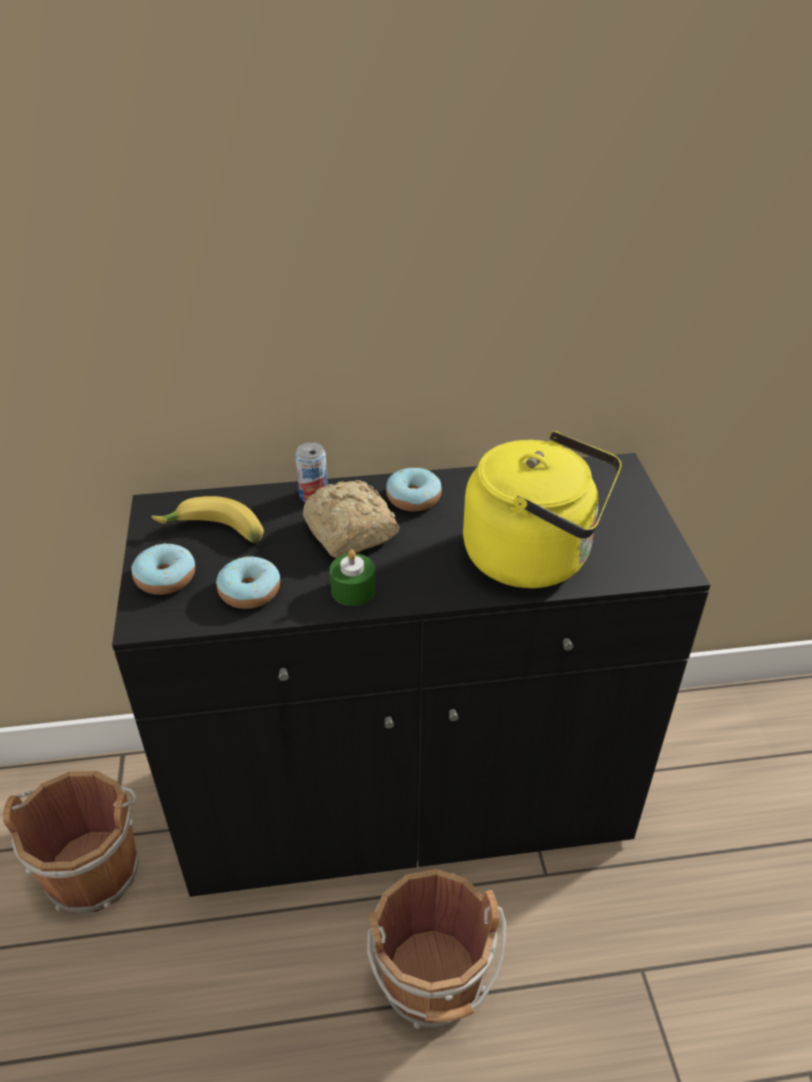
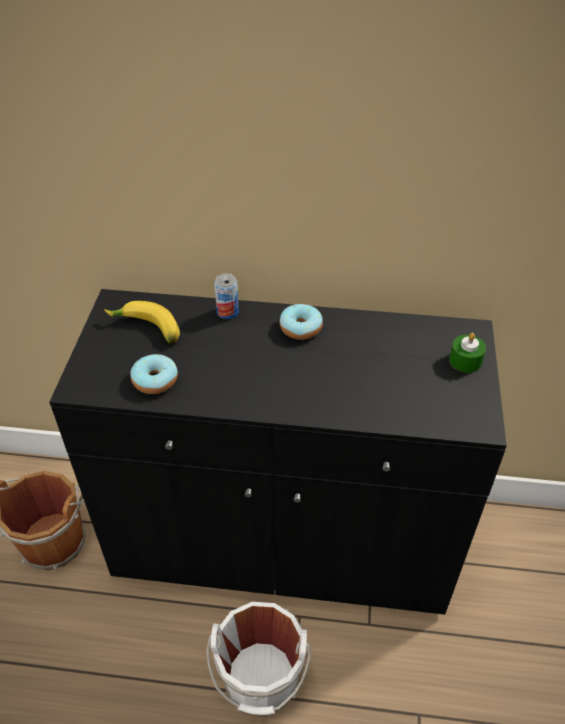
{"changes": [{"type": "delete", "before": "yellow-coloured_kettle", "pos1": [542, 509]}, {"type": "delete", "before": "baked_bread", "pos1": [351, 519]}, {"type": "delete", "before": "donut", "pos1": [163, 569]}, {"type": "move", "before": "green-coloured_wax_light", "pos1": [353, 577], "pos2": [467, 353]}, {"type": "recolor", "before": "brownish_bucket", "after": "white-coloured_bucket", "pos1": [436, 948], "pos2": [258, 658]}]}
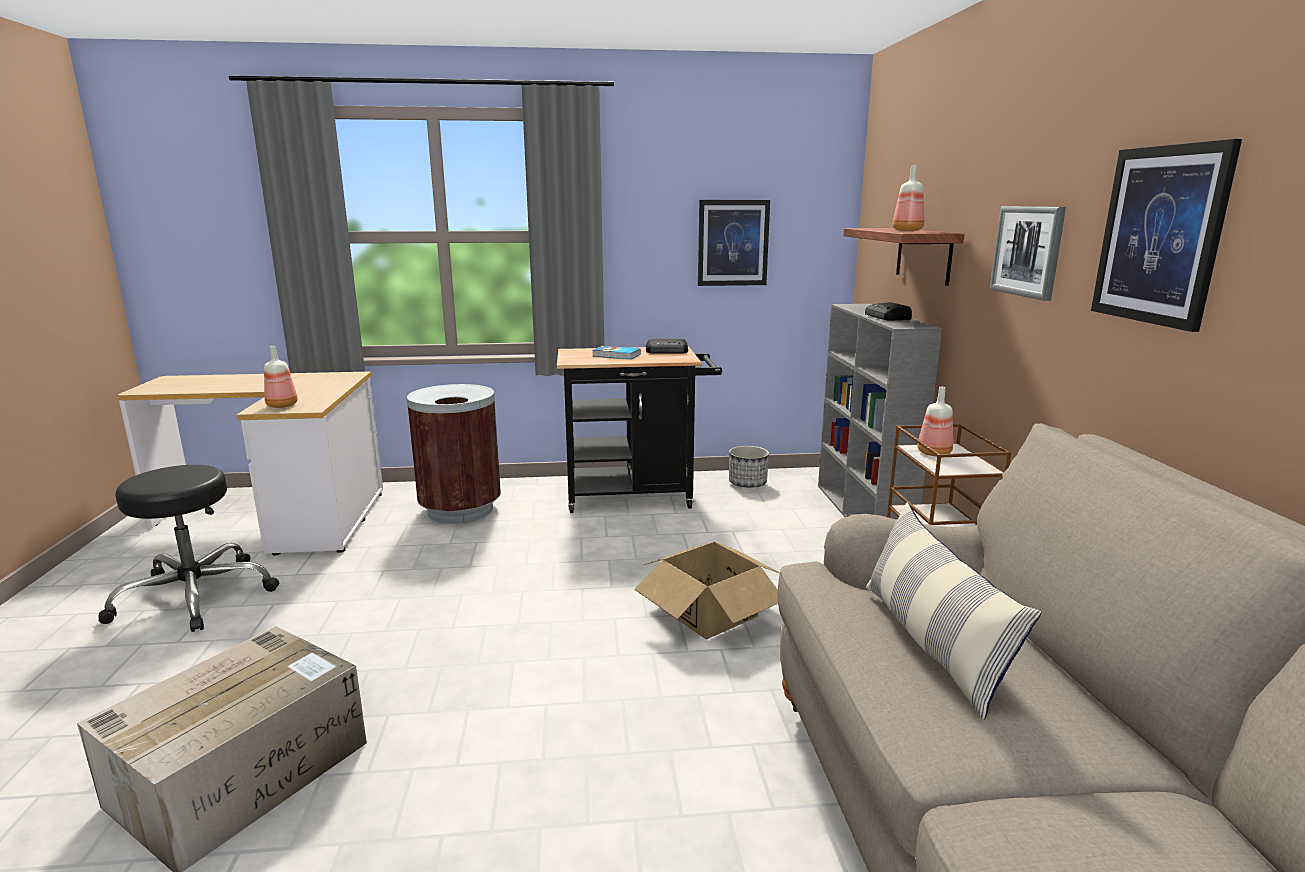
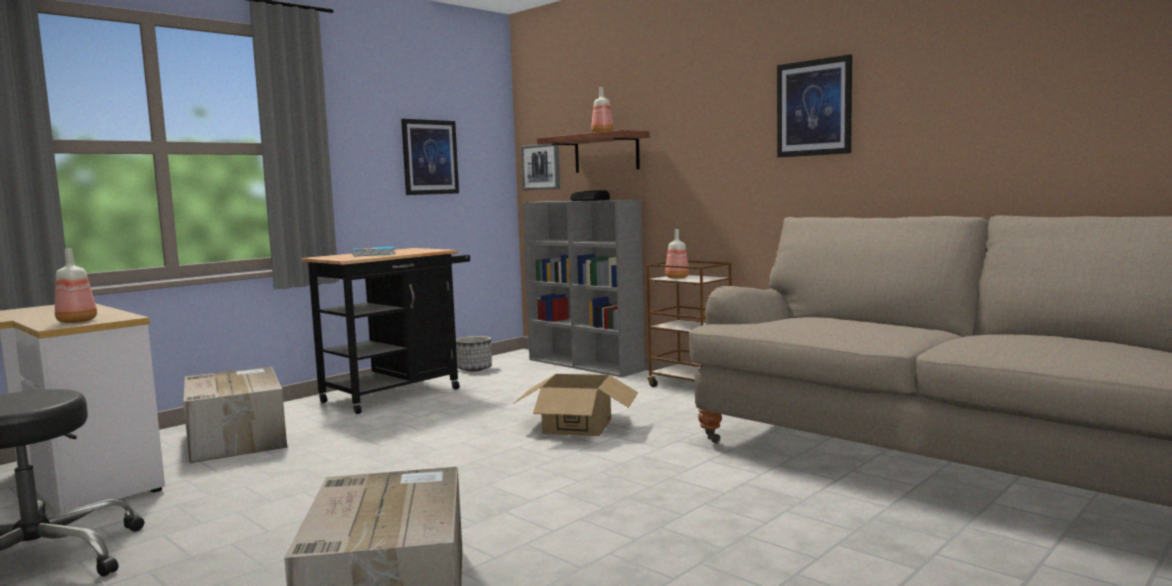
{"changes": [{"type": "move", "before": "picture", "pos1": [1028, 253], "pos2": [540, 167]}, {"type": "delete", "before": "radio", "pos1": [667, 346]}, {"type": "replace", "before": "brownish_trash_can", "after": "packing_box", "pos1": [454, 454], "pos2": [235, 414]}, {"type": "delete", "before": "throw_pillow", "pos1": [954, 611]}]}
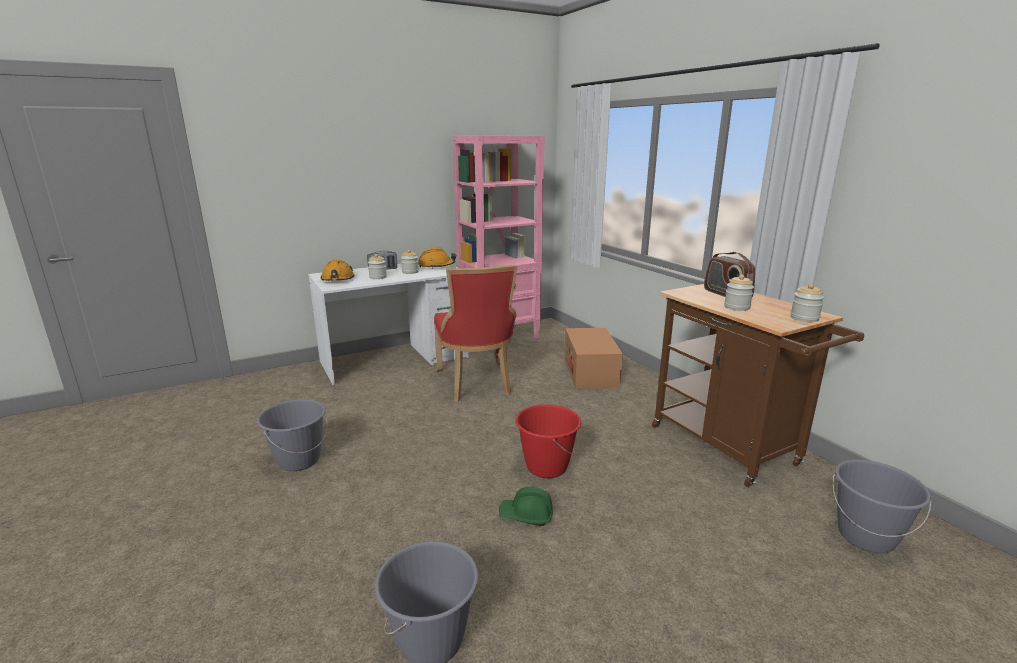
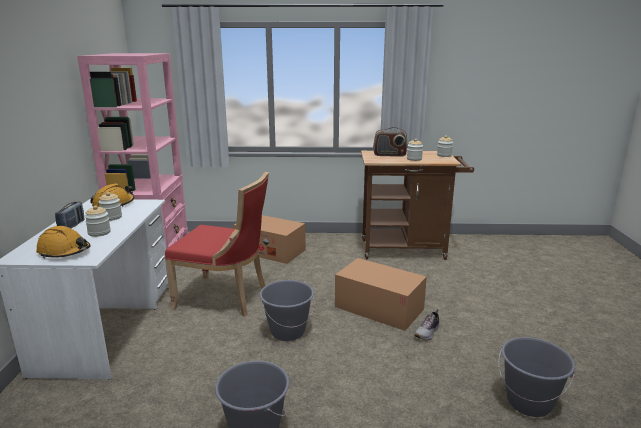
{"changes": [{"type": "replace", "before": "reddish_bucket", "after": "packing_box", "pos1": [548, 441], "pos2": [381, 294]}, {"type": "move", "before": "gray_bucket", "pos1": [881, 506], "pos2": [287, 310]}, {"type": "replace", "before": "green-coloured_hard_hat", "after": "shoe", "pos1": [526, 506], "pos2": [427, 324]}]}
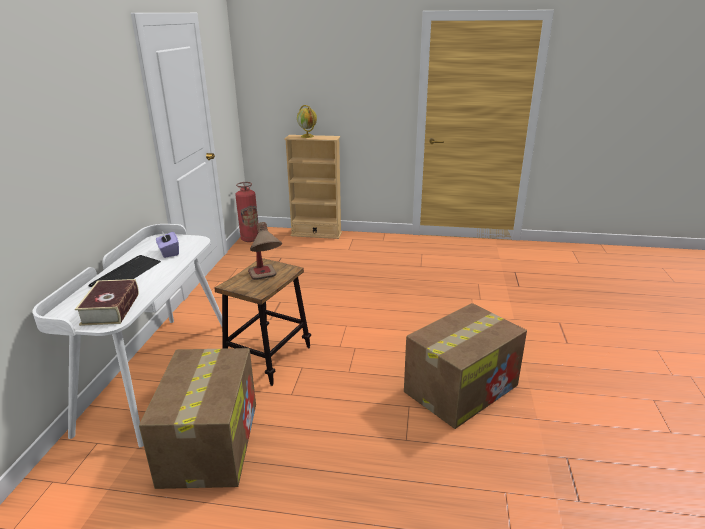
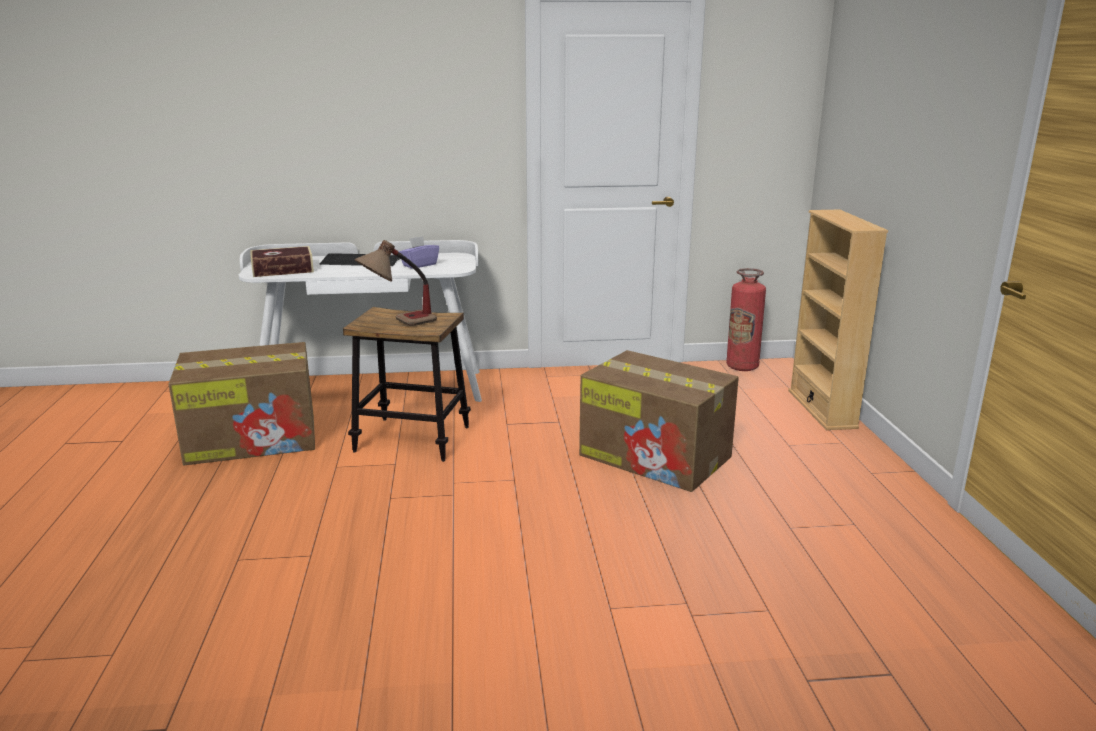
{"changes": [{"type": "delete", "before": "desk_globe", "pos1": [307, 121]}, {"type": "move", "before": "packing_box", "pos1": [465, 366], "pos2": [659, 421]}]}
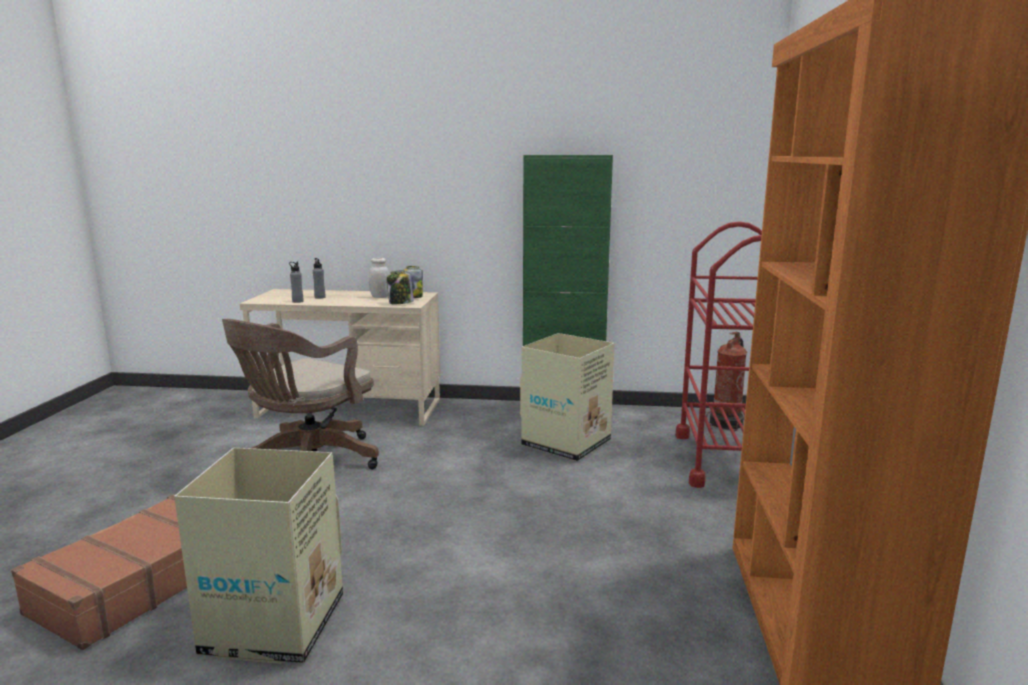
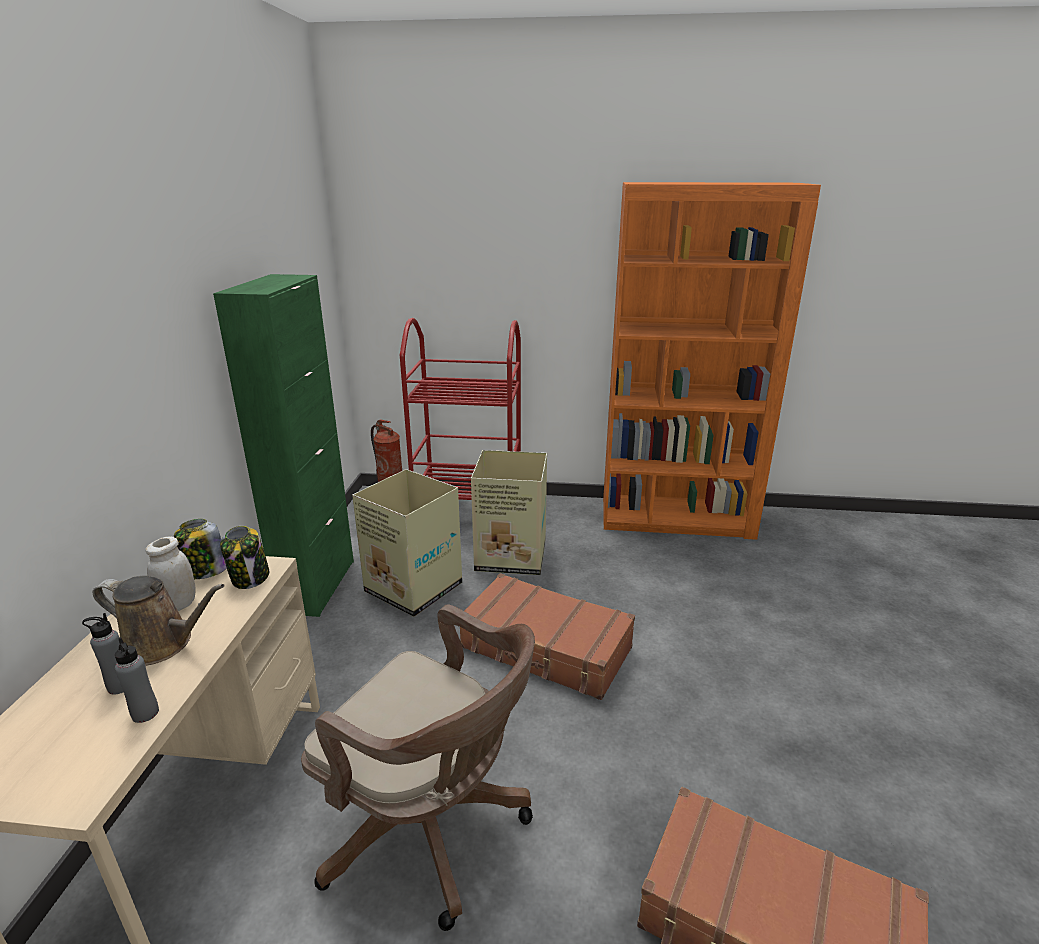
{"changes": [{"type": "move", "before": "packing_box", "pos1": [258, 556], "pos2": [509, 512]}, {"type": "insert", "after": "brownish_piece_of_luggage", "pos2": [547, 636]}, {"type": "insert", "after": "brownish_watering_can", "pos2": [159, 621]}]}
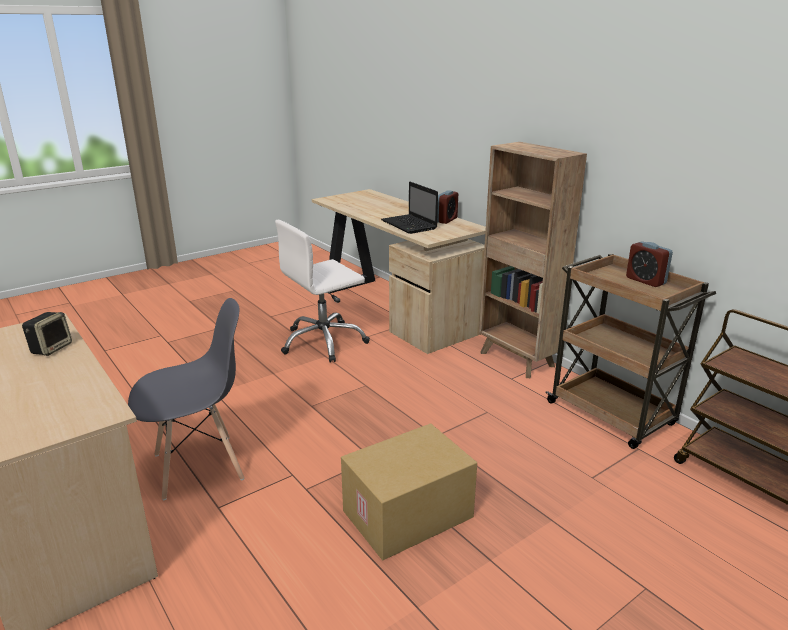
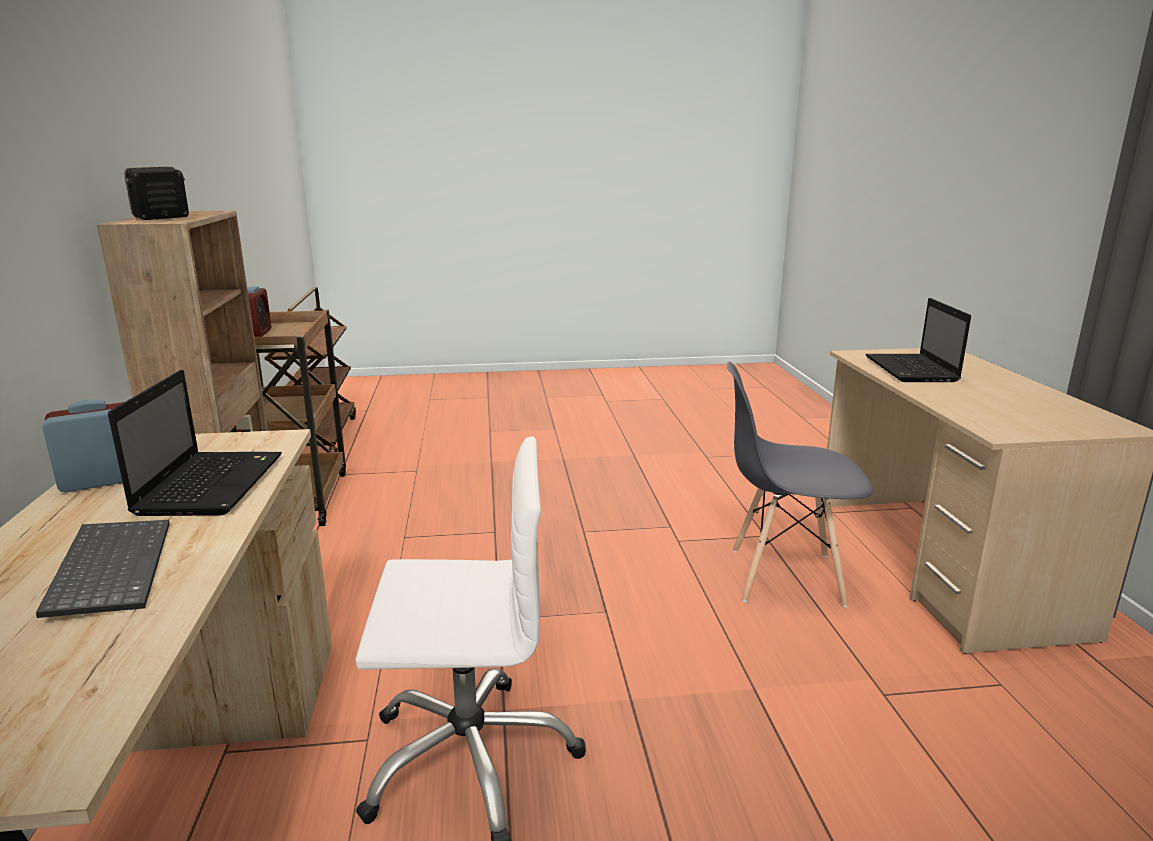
{"changes": [{"type": "move", "before": "loudspeaker", "pos1": [47, 334], "pos2": [156, 193]}, {"type": "delete", "before": "packing_box", "pos1": [409, 492]}, {"type": "insert", "after": "laptop", "pos2": [918, 340]}, {"type": "insert", "after": "computer_keyboard", "pos2": [103, 569]}]}
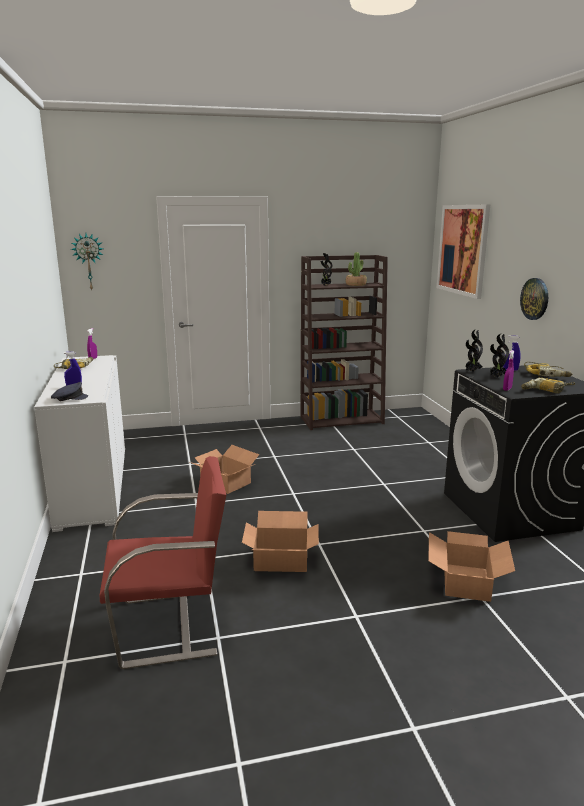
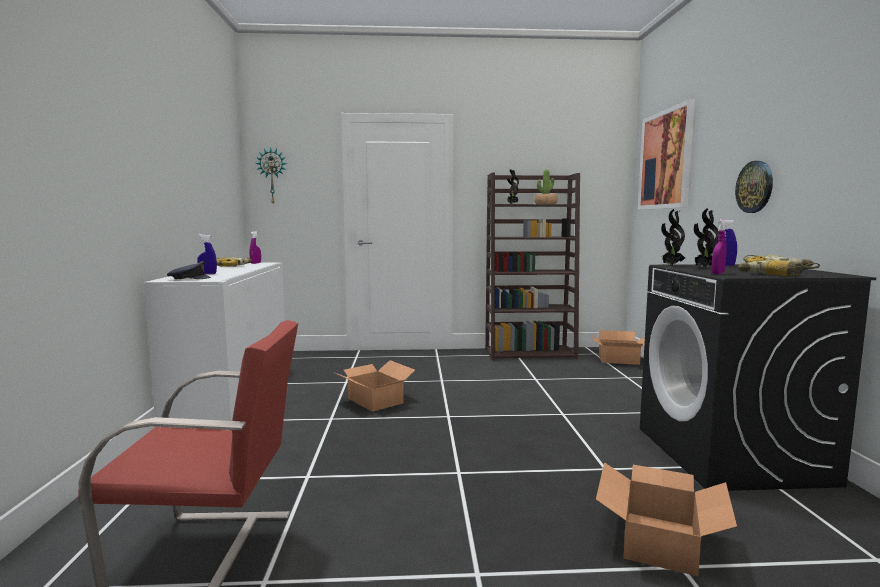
{"changes": [{"type": "move", "before": "packing_box", "pos1": [280, 541], "pos2": [618, 347]}]}
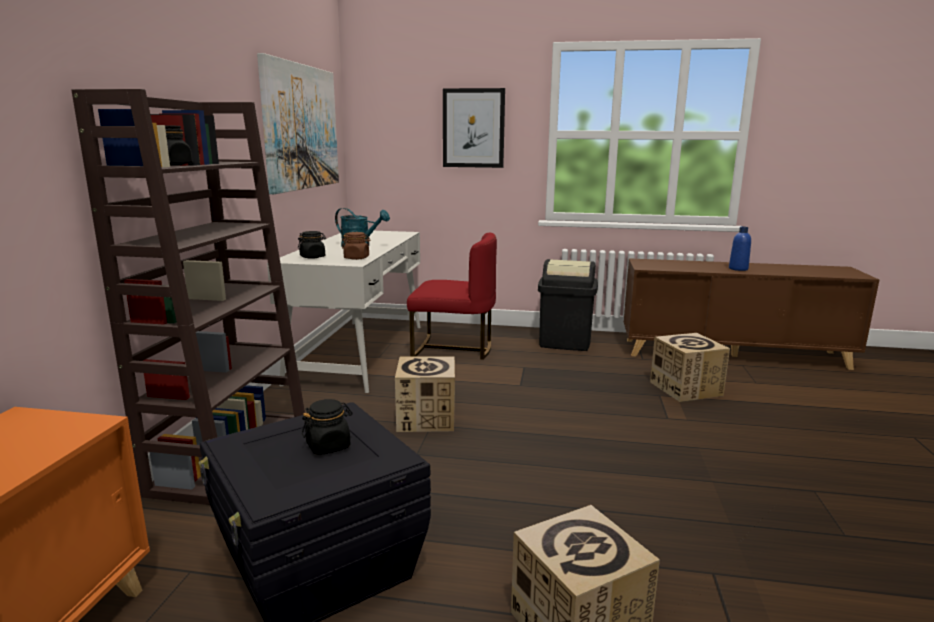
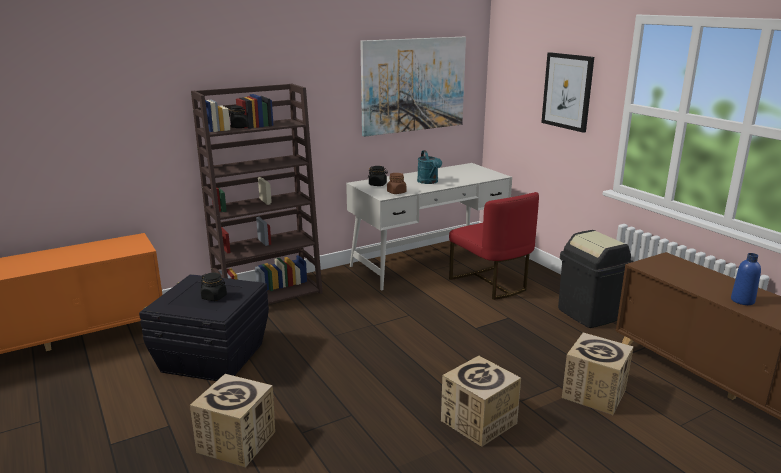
{"changes": [{"type": "move", "before": "packing_box", "pos1": [425, 394], "pos2": [481, 401]}]}
